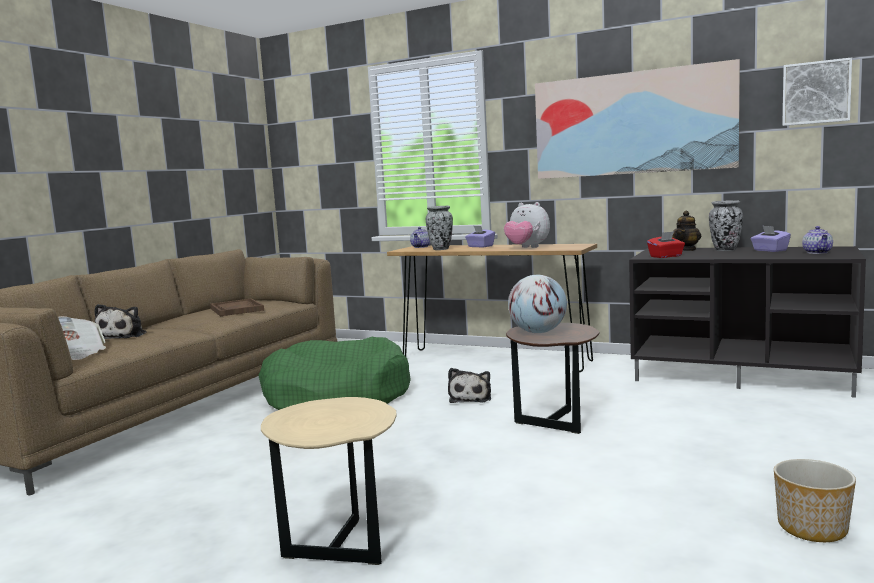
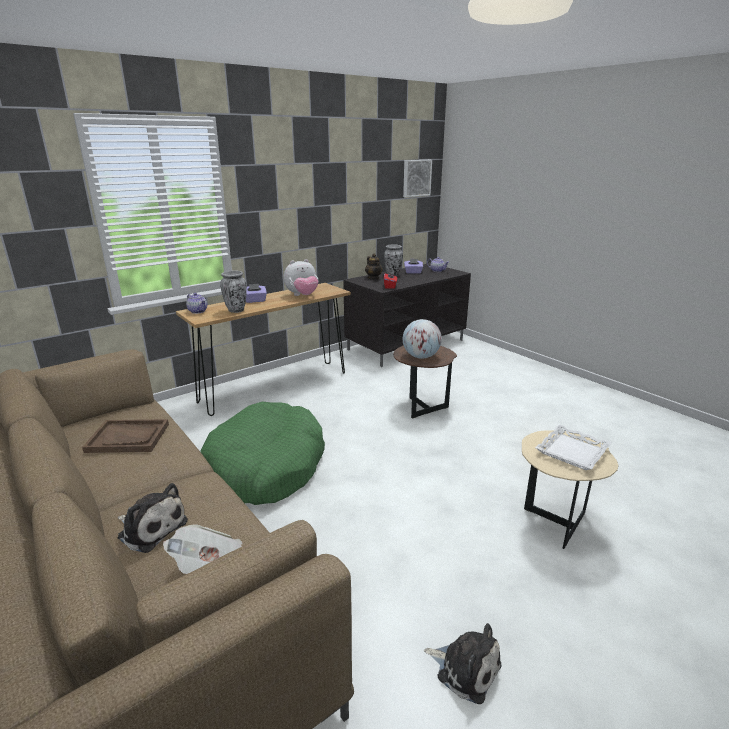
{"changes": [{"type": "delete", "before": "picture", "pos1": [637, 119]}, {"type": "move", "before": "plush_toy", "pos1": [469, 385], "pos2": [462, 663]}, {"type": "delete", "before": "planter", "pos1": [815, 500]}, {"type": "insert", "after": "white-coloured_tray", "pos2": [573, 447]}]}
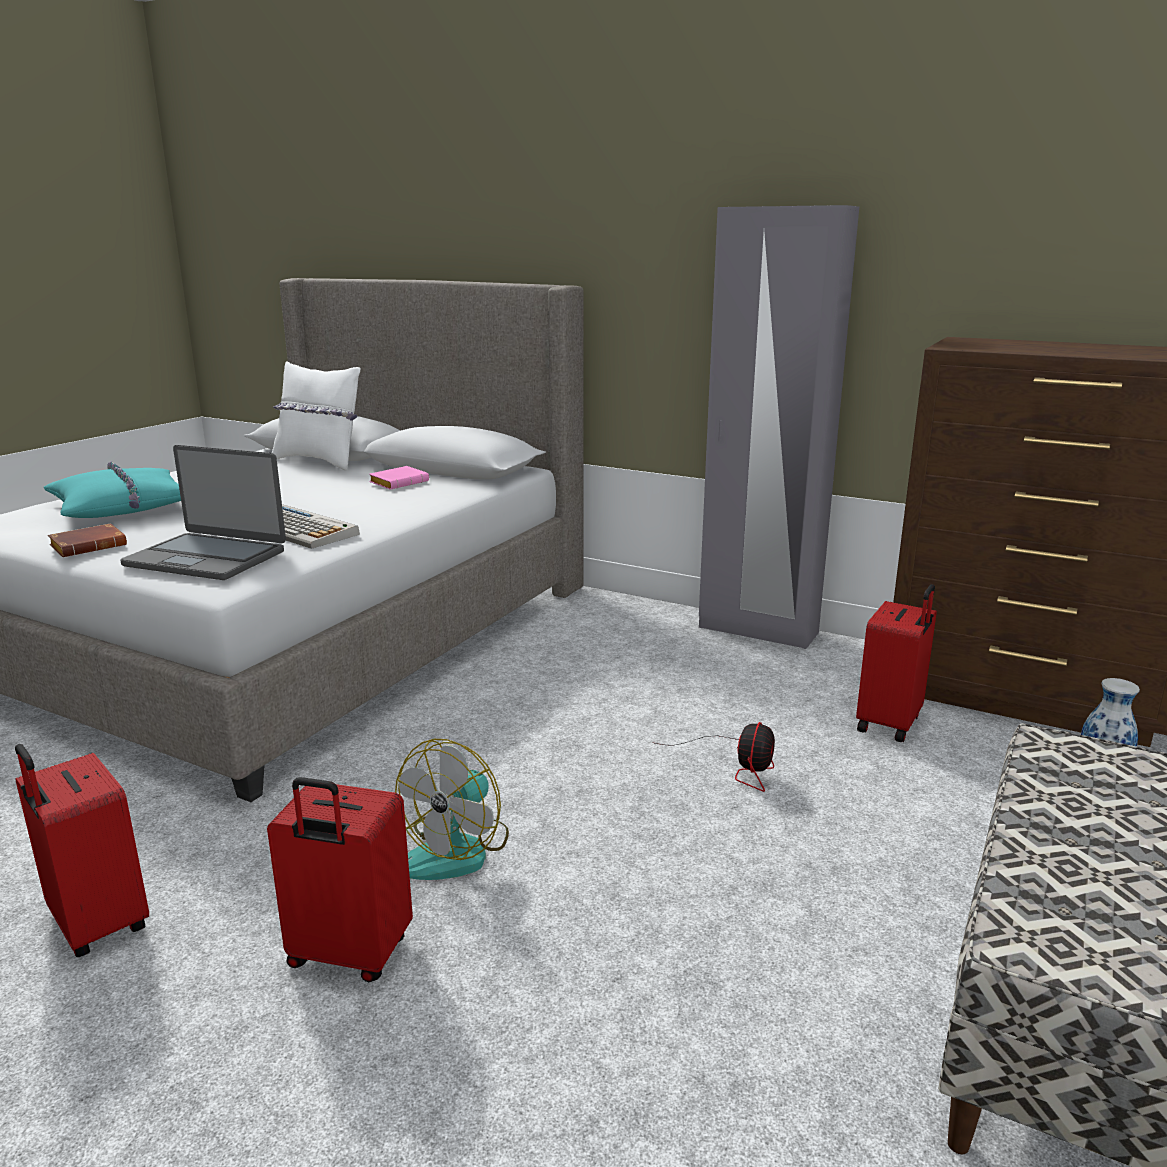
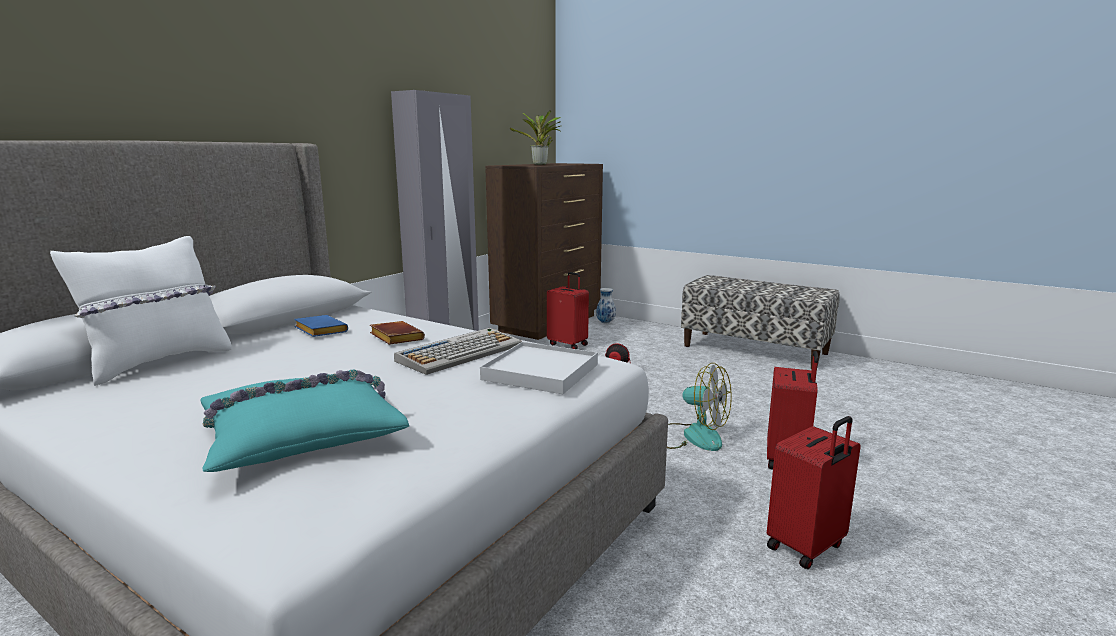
{"changes": [{"type": "replace", "before": "laptop", "after": "white-coloured_tray", "pos1": [203, 512], "pos2": [539, 368]}, {"type": "recolor", "before": "pinkish_book", "after": "bluish_book", "pos1": [399, 478], "pos2": [321, 326]}, {"type": "move", "before": "brownish_book", "pos1": [87, 540], "pos2": [397, 333]}, {"type": "insert", "after": "potted_plant", "pos2": [535, 138]}]}
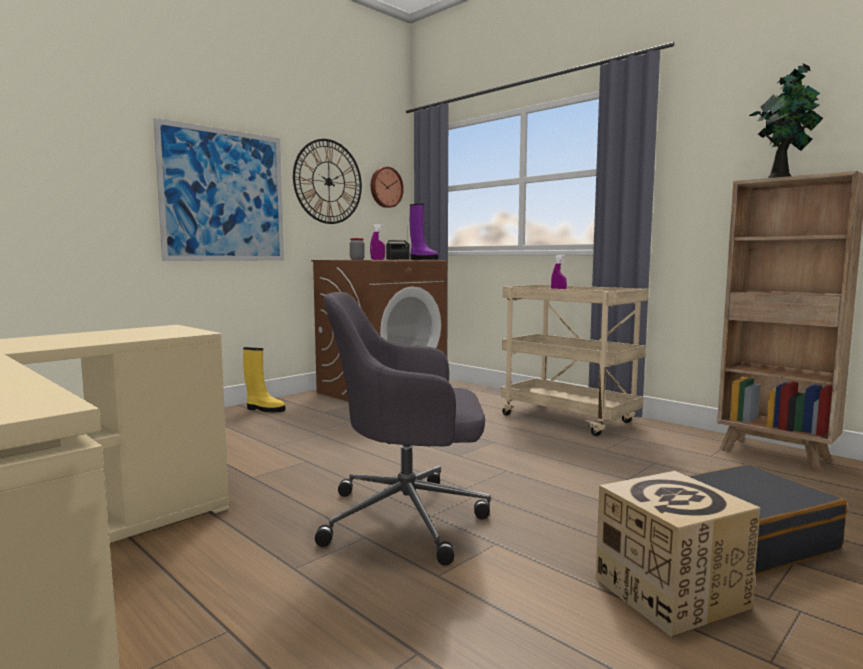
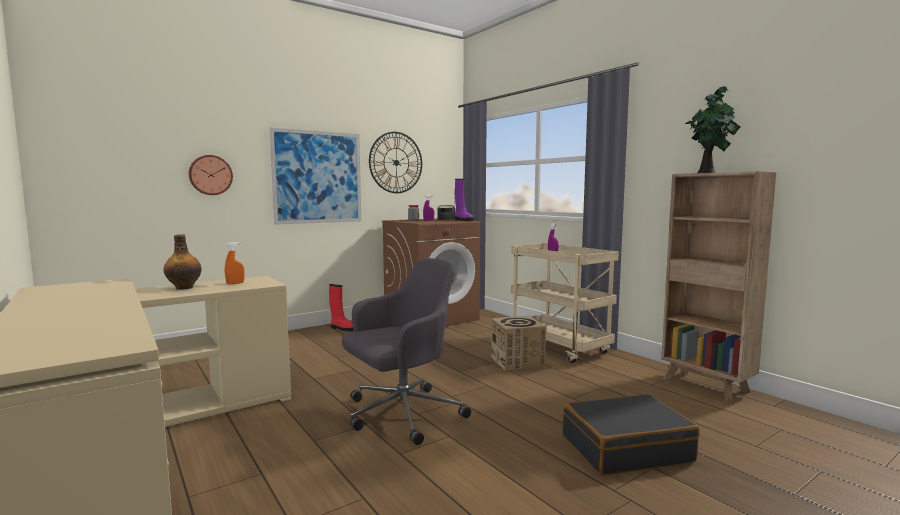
{"changes": [{"type": "move", "before": "clock_on_the_wall", "pos1": [387, 187], "pos2": [211, 175]}, {"type": "rotate", "before": "gray_desk_chair", "pos1": [403, 429], "pos2": [406, 351], "turn": 135}, {"type": "recolor", "before": "yellow-coloured_high-top_boot", "after": "reddish_high-top_boot", "pos1": [264, 379], "pos2": [341, 307]}, {"type": "move", "before": "packing_box", "pos1": [678, 554], "pos2": [518, 343]}, {"type": "insert", "after": "bottle", "pos2": [183, 262]}, {"type": "insert", "after": "orange-coloured_sprayer", "pos2": [235, 263]}]}
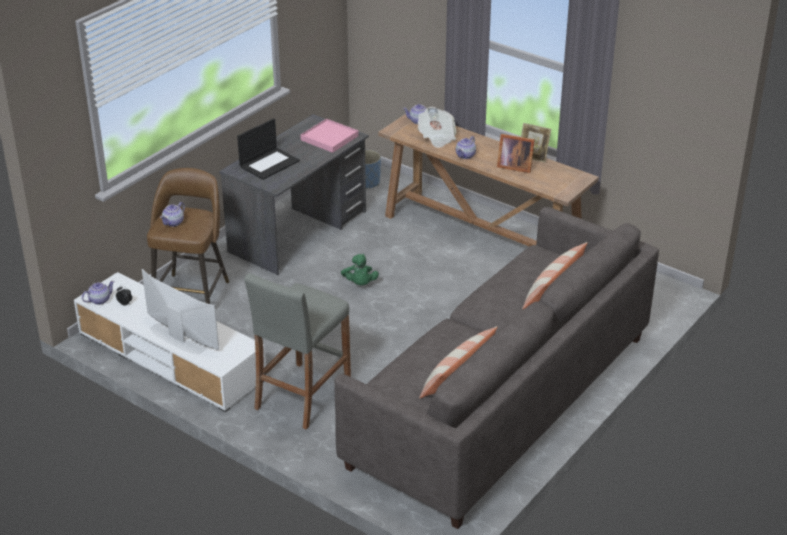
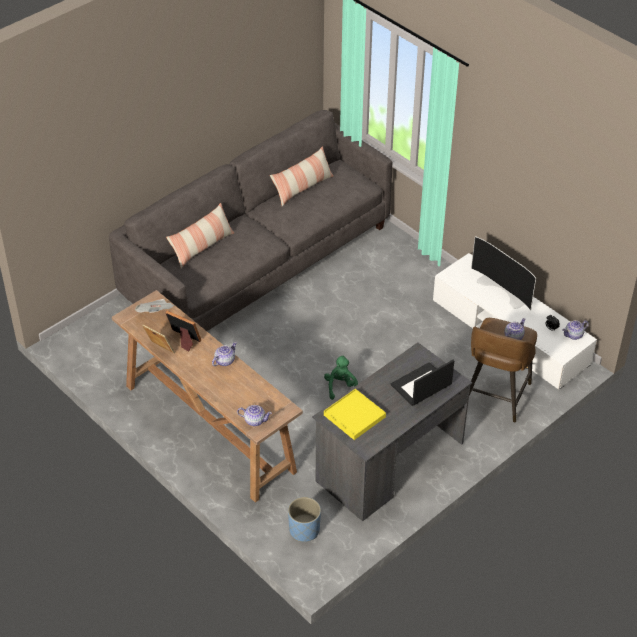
{"changes": [{"type": "move", "before": "printed_paper", "pos1": [437, 127], "pos2": [154, 306]}, {"type": "recolor", "before": "pinkish_tray", "after": "yellow-coloured_tray", "pos1": [329, 136], "pos2": [355, 414]}, {"type": "delete", "before": "gray_stool_seat", "pos1": [297, 351]}]}
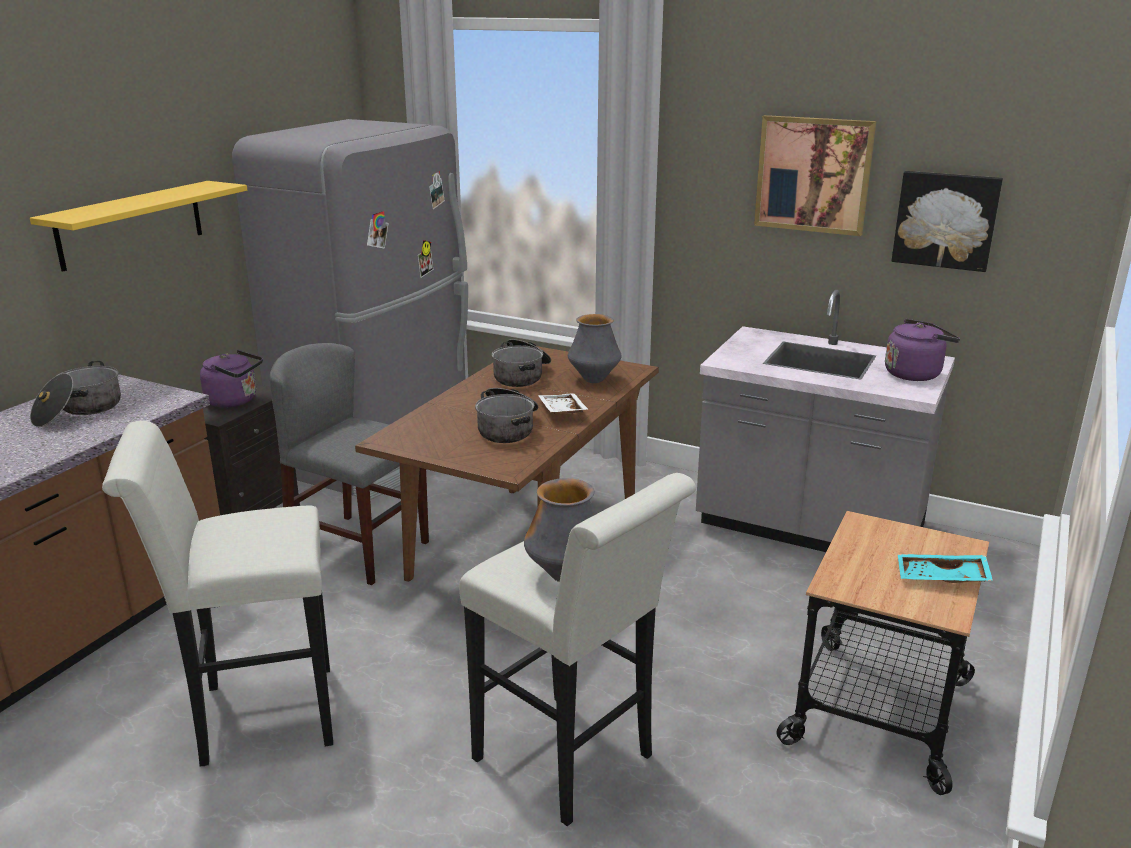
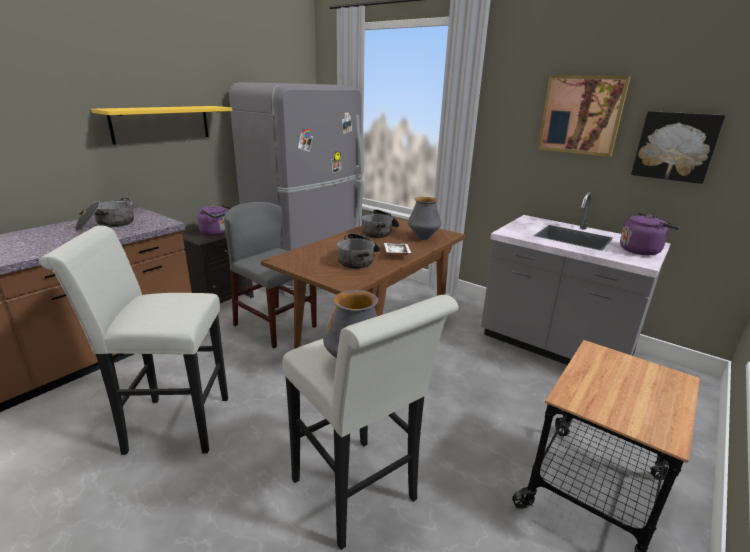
{"changes": [{"type": "delete", "before": "turquoise-coloured_tray", "pos1": [945, 568]}]}
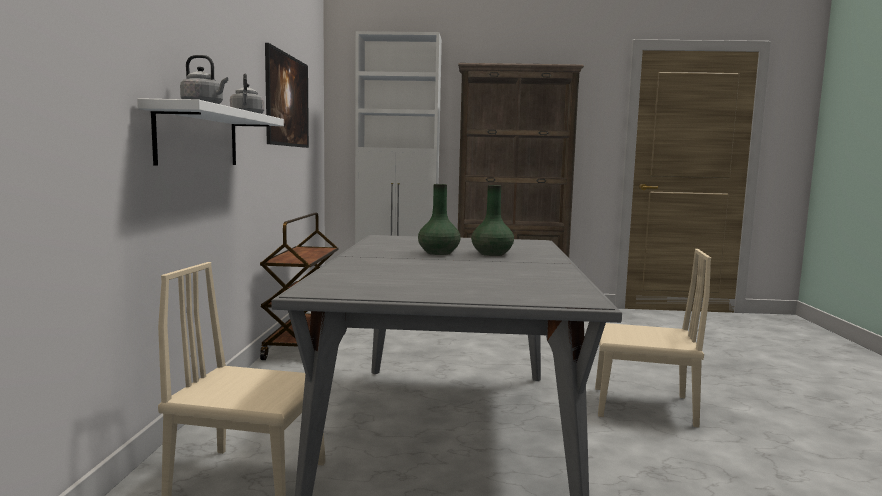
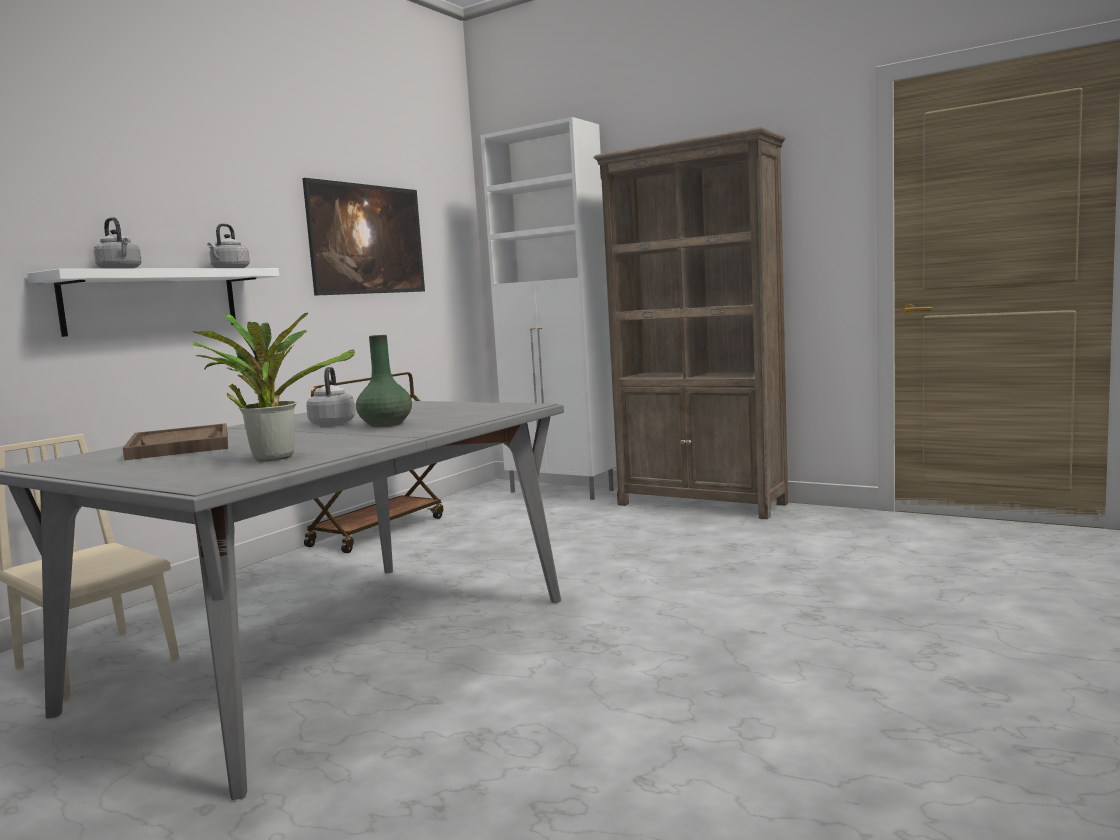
{"changes": [{"type": "replace", "before": "green-coloured_flower_vase", "after": "gray_kettle", "pos1": [439, 219], "pos2": [330, 396]}, {"type": "delete", "before": "sand-coloured_chair", "pos1": [653, 338]}, {"type": "insert", "after": "potted_plant", "pos2": [274, 386]}, {"type": "insert", "after": "brownish_tray", "pos2": [175, 441]}]}
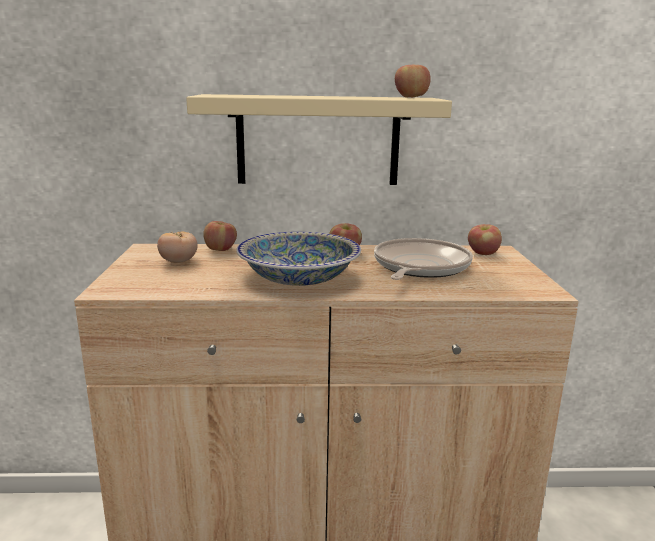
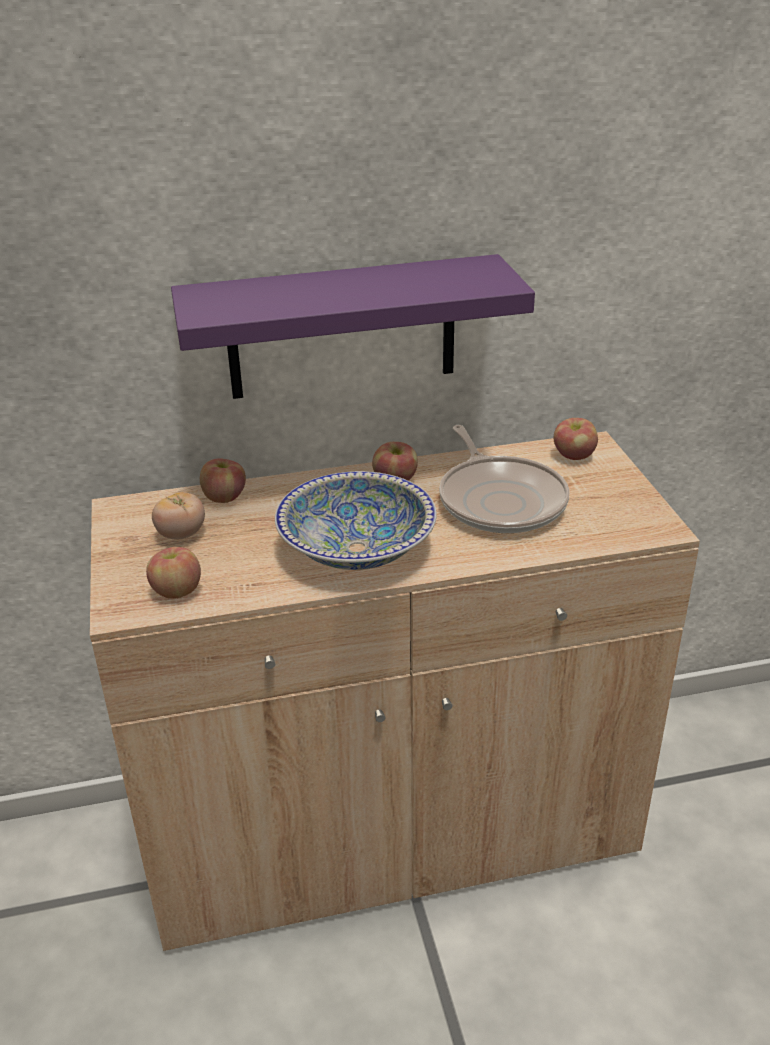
{"changes": [{"type": "move", "before": "apple", "pos1": [413, 81], "pos2": [173, 573]}, {"type": "recolor", "before": "sand-coloured_shelf", "after": "purple_shelf", "pos1": [319, 139], "pos2": [353, 326]}, {"type": "rotate", "before": "skillet", "pos1": [423, 259], "pos2": [504, 479], "turn": 150}]}
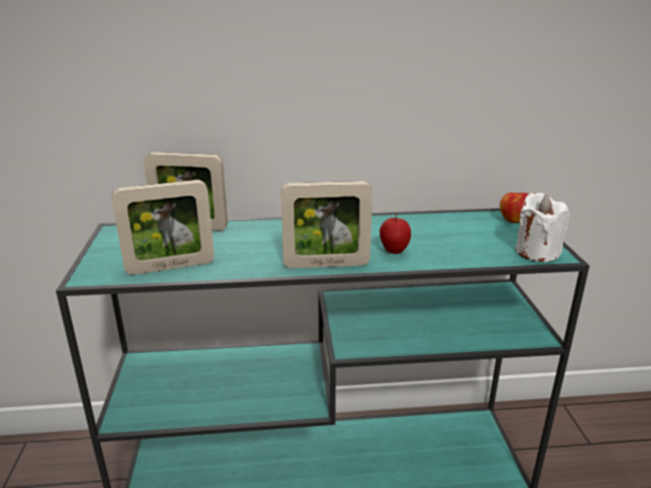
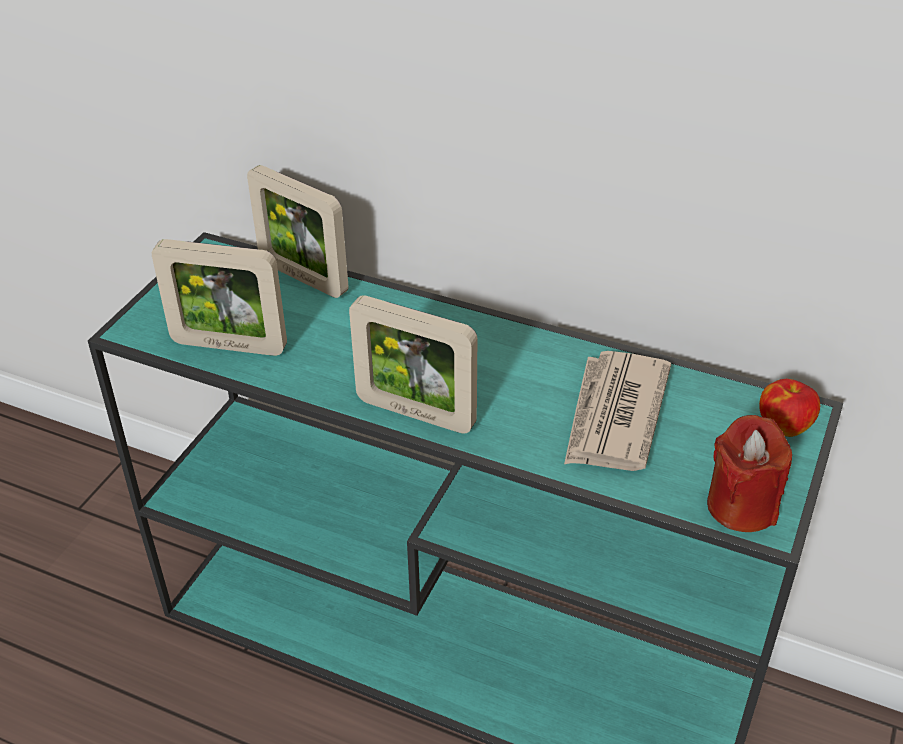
{"changes": [{"type": "recolor", "before": "white-coloured_wax_light", "after": "reddish_wax_light", "pos1": [542, 227], "pos2": [749, 473]}, {"type": "delete", "before": "apple", "pos1": [395, 233]}, {"type": "insert", "after": "printed_paper", "pos2": [617, 411]}]}
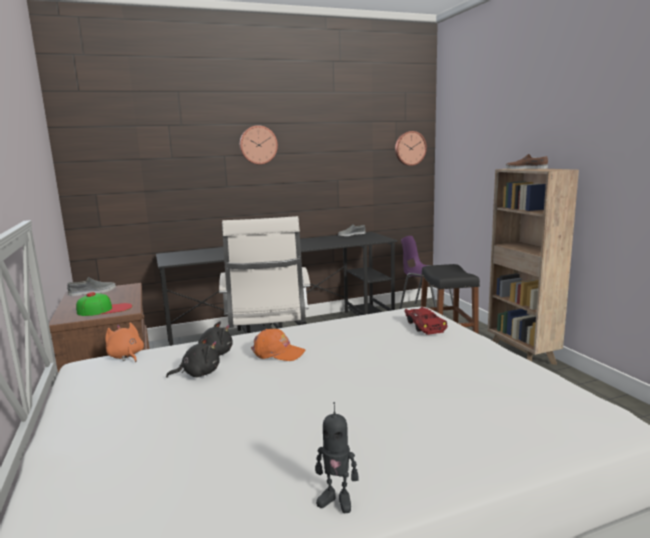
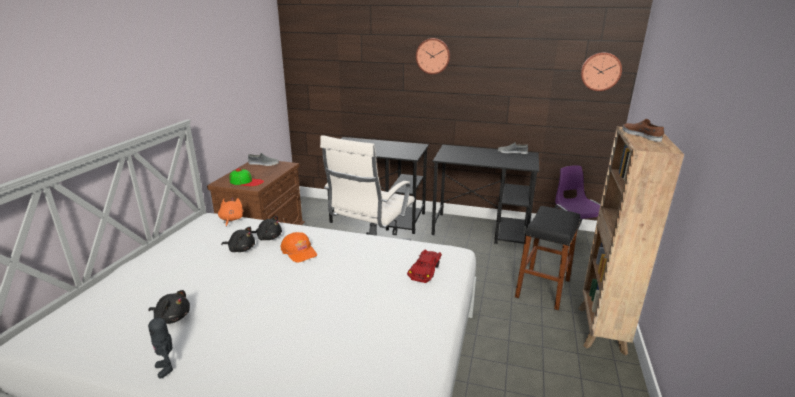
{"changes": [{"type": "insert", "after": "blackish_plush_toy", "pos2": [169, 307]}]}
